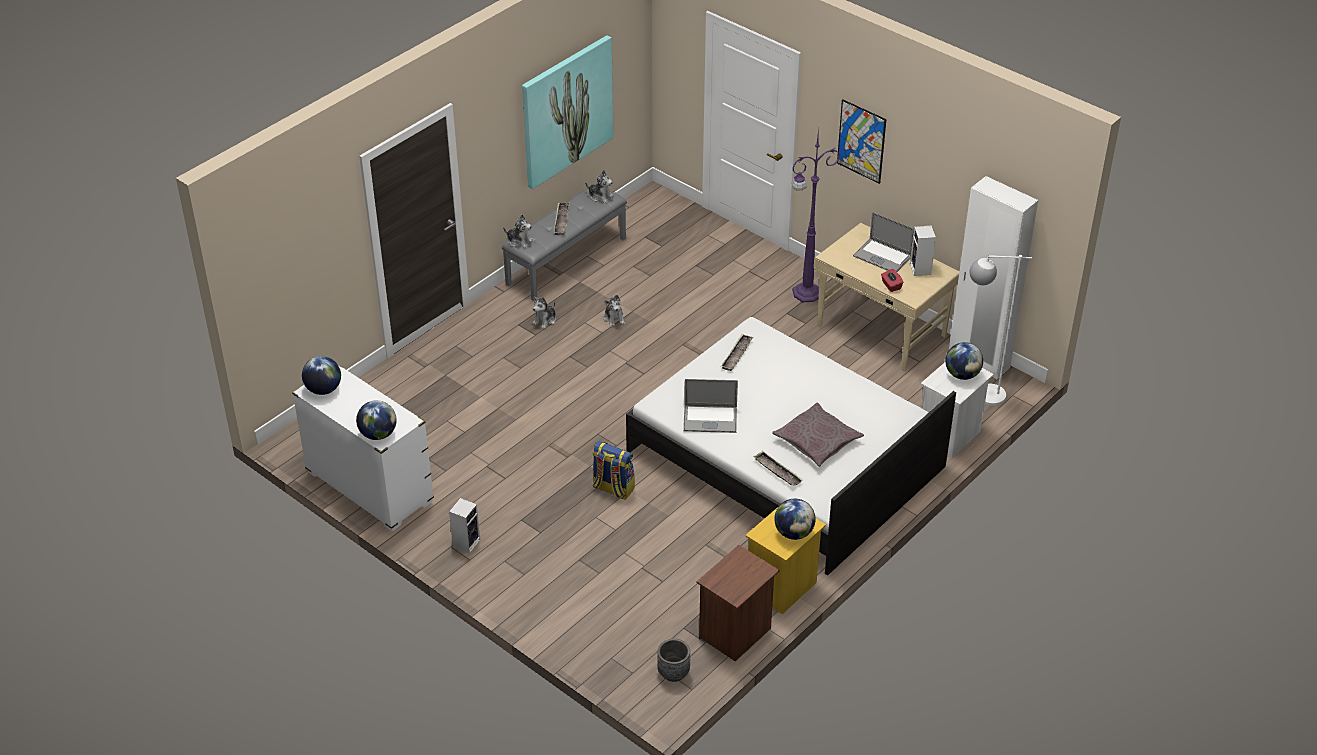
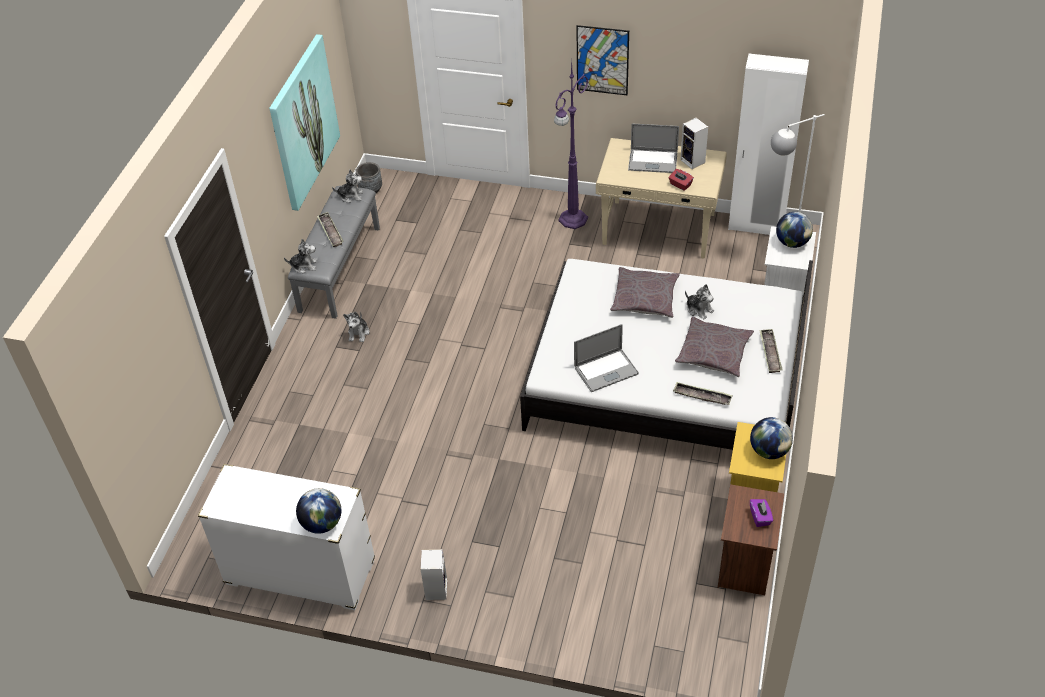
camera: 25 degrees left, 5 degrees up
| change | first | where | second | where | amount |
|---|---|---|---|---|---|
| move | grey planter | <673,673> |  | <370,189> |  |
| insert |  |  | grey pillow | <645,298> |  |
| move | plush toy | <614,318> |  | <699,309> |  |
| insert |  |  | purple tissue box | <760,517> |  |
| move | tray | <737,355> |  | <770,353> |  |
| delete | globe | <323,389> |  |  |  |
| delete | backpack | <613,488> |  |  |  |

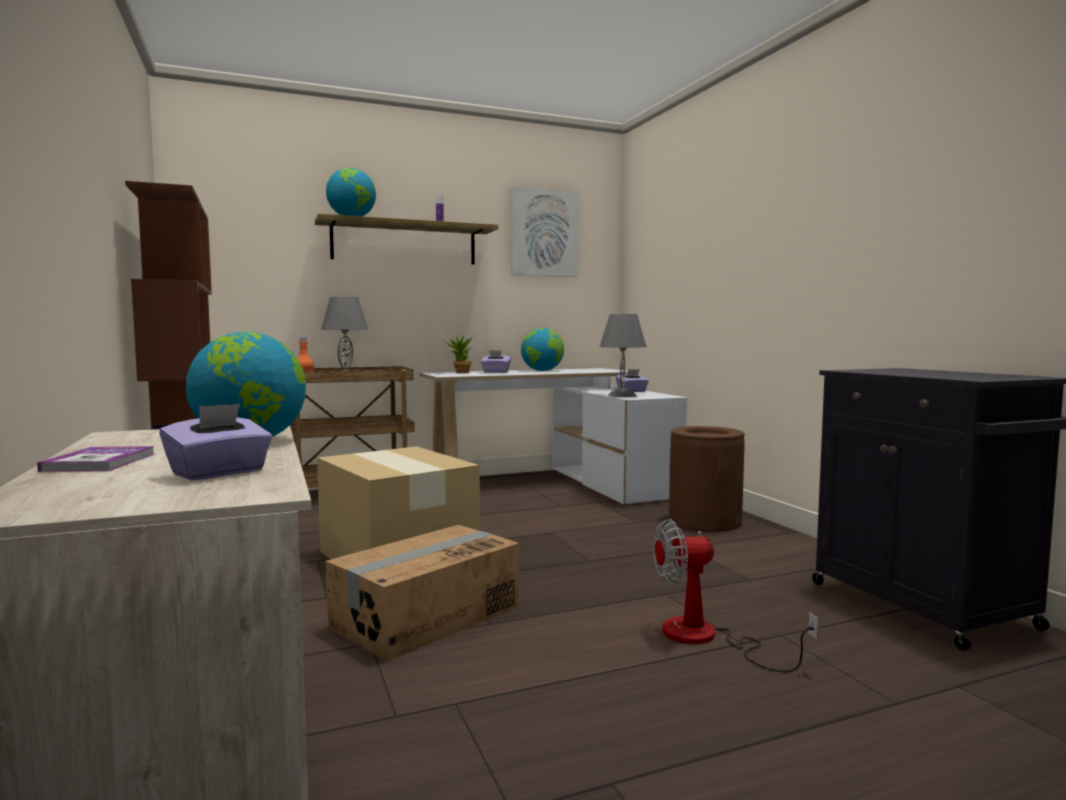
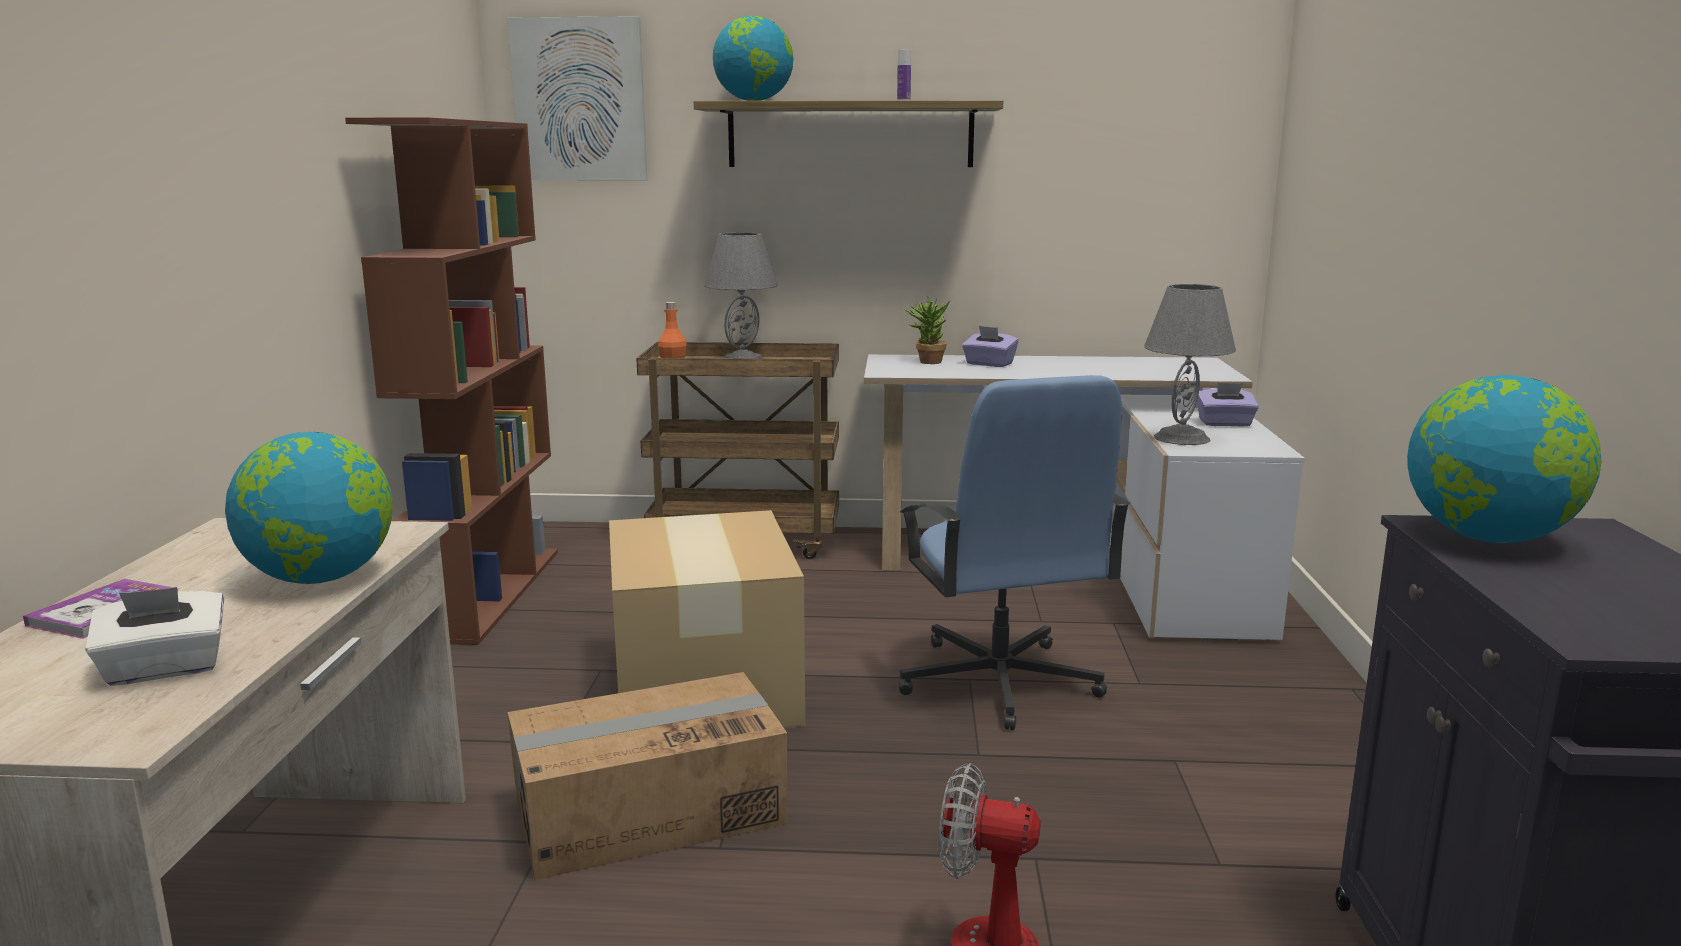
camera: 25 degrees right, 10 degrees up
| change | first | where | second | where | amount |
|---|---|---|---|---|---|
| recolor | purple tissue box | <219,473> | white tissue box | <165,669> |  |
| move | picture | <544,233> |  | <580,100> |  |
| insert |  |  | blue office chair | <998,683> |  |
| move | globe | <542,371> |  | <1488,538> |  |
| delete | brown trash can | <704,521> |  |  |  |

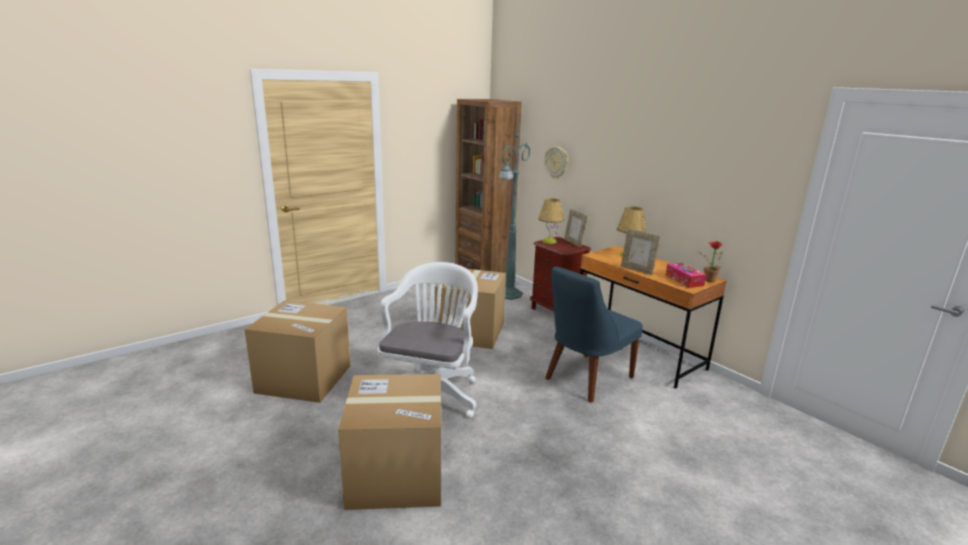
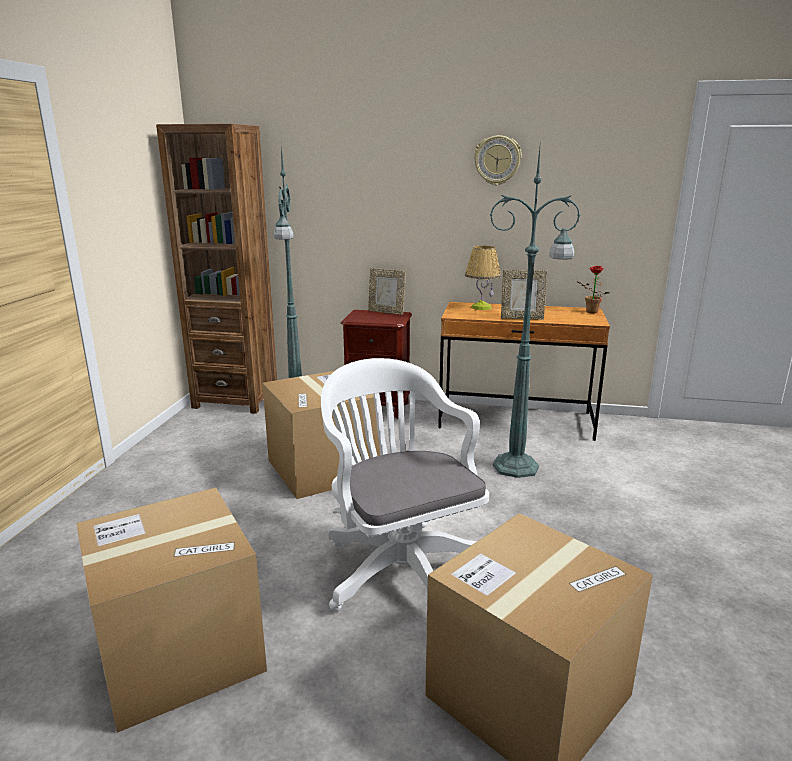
camera: 40 degrees left, 0 degrees up
| change | first | where | second | where | amount |
|---|---|---|---|---|---|
| move | wall clock | <556,162> |  | <497,160> |  |
| replace | blue chair | <586,379> | green floor lamp | <518,466> |  |
| delete | table lamp | <549,241> |  |  |  |
| delete | tissue box | <684,280> |  |  |  |

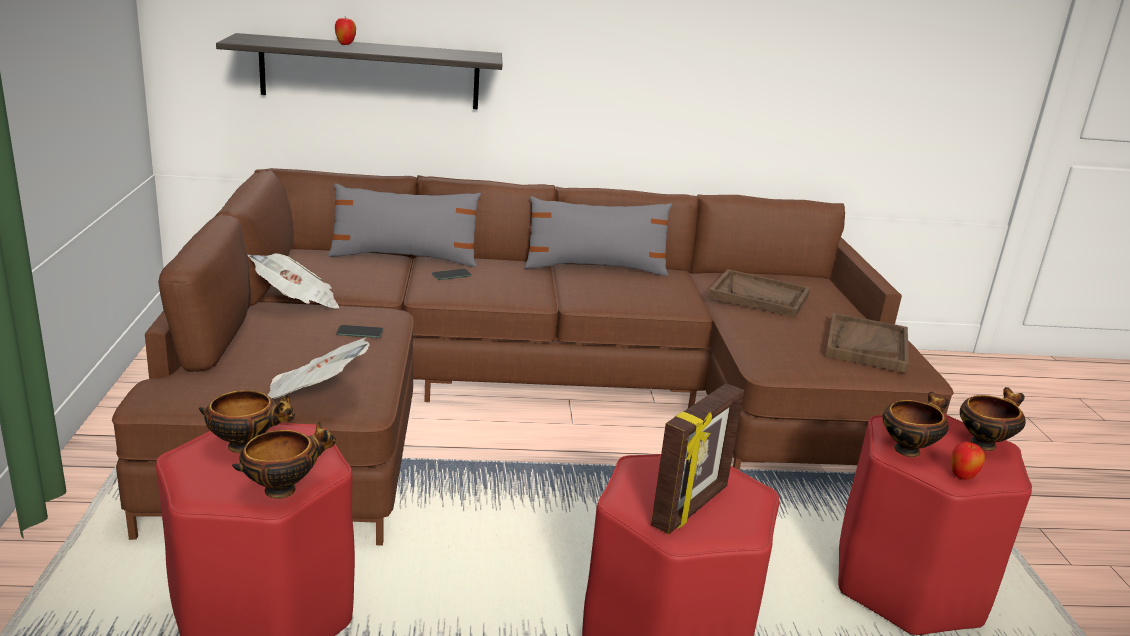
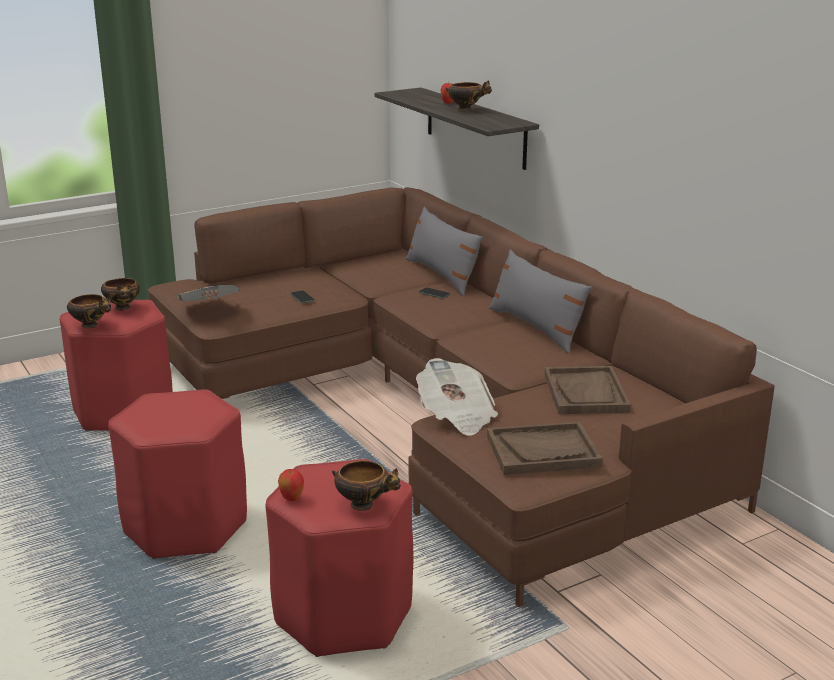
camera: 65 degrees right, 0 degrees up
| change | first | where | second | where | amount |
|---|---|---|---|---|---|
| move | newspaper | <297,302> |  | <456,416> |  |
| move | bowl | <908,449> |  | <466,110> |  |
| delete | picture frame | <691,507> |  |  |  |

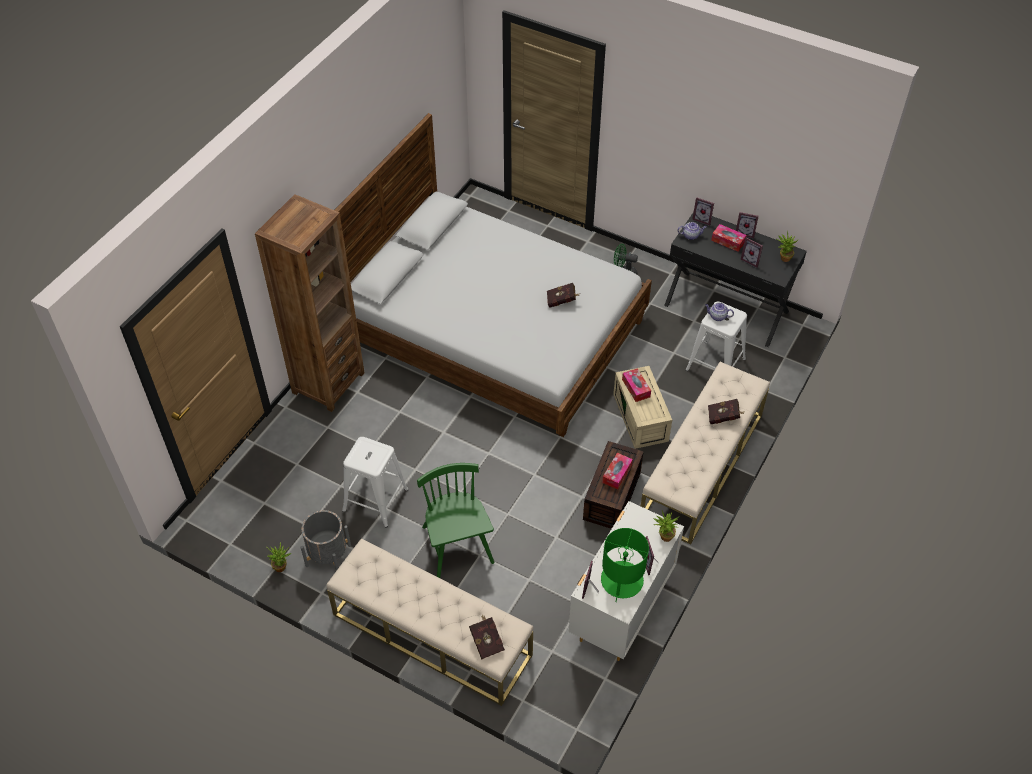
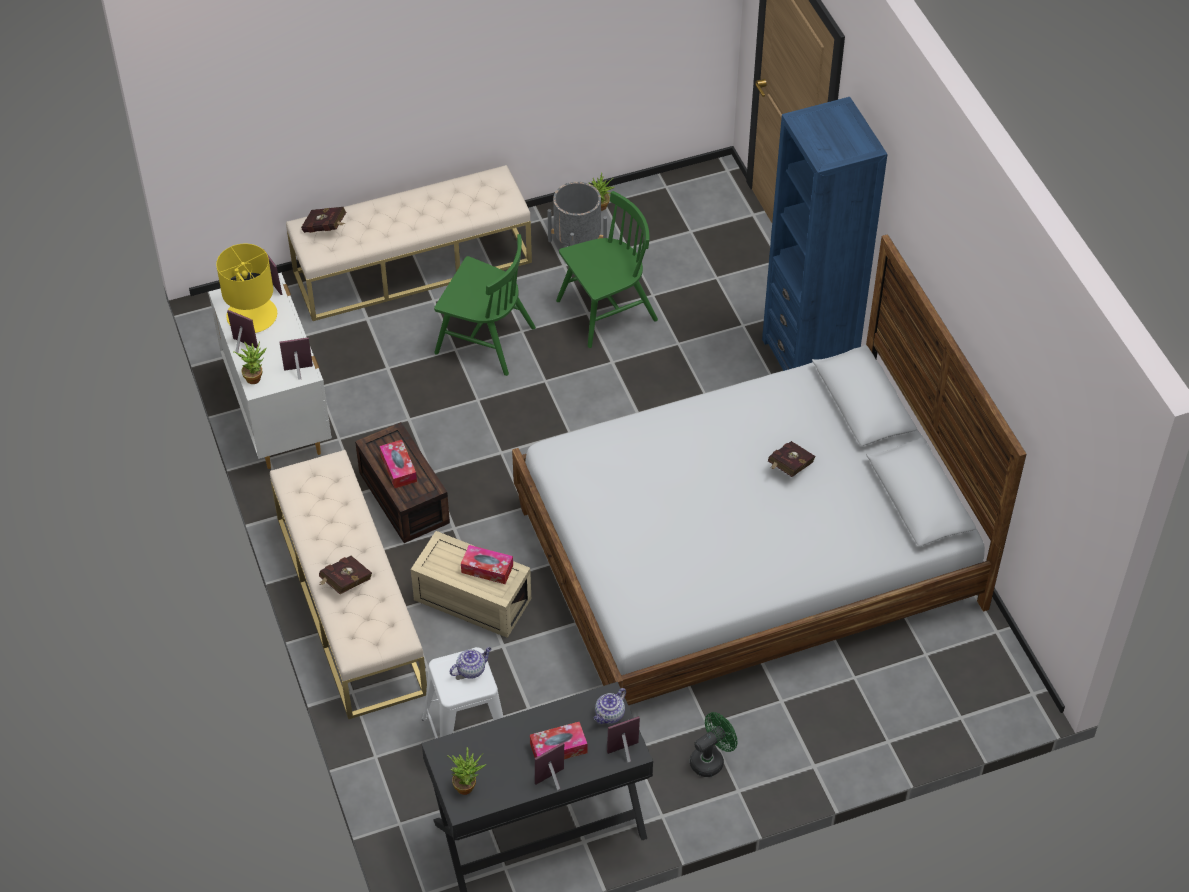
camera: 130 degrees right, 0 degrees up
| change | first | where | second | where | amount |
|---|---|---|---|---|---|
| recolor | green table lamp | <621,581> | yellow table lamp | <251,315> |  |
| move | picture frame | <751,260> |  | <299,373> |  |
| replace | white stool | <375,499> | green chair | <606,311> |  |
| recolor | brown bookcase | <328,382> | blue bookcase | <809,358> |  |
| move | red book | <562,301> |  | <788,467> |  |

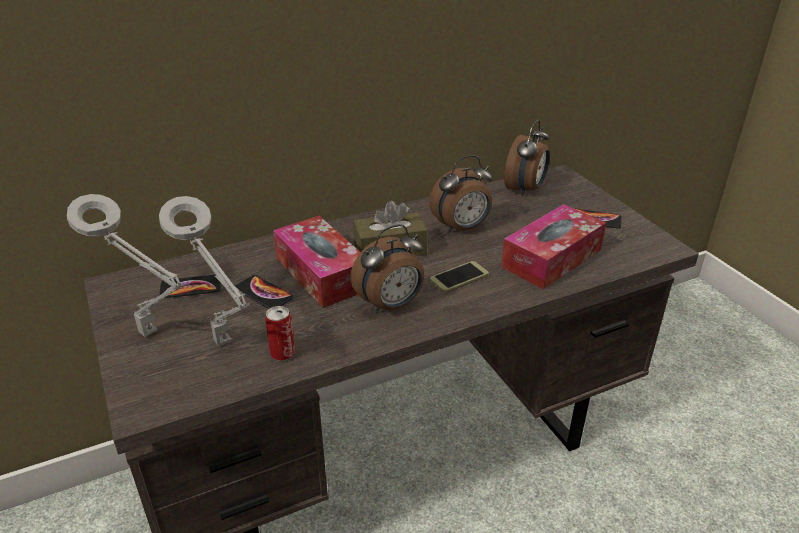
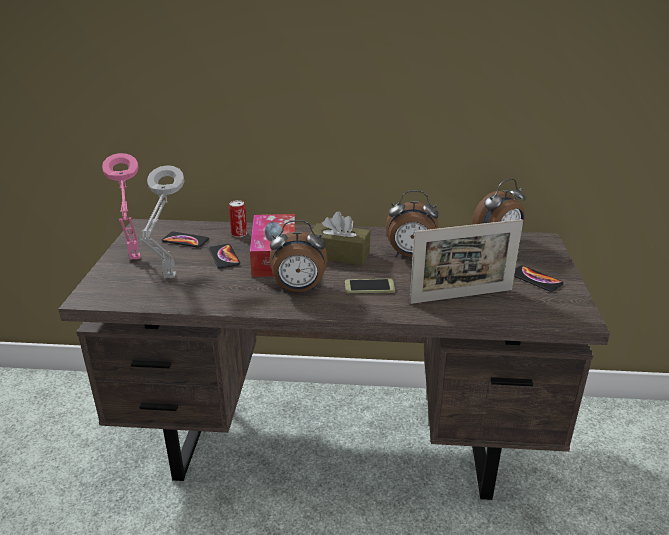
camera: 30 degrees right, 5 degrees down
| change | first | where | second | where | amount |
|---|---|---|---|---|---|
| recolor | grey table lamp | <151,335> | pink table lamp | <135,260> |  |
| move | can | <282,353> |  | <239,234> |  |
| replace | tissue box | <551,258> | picture frame | <461,296> |  |

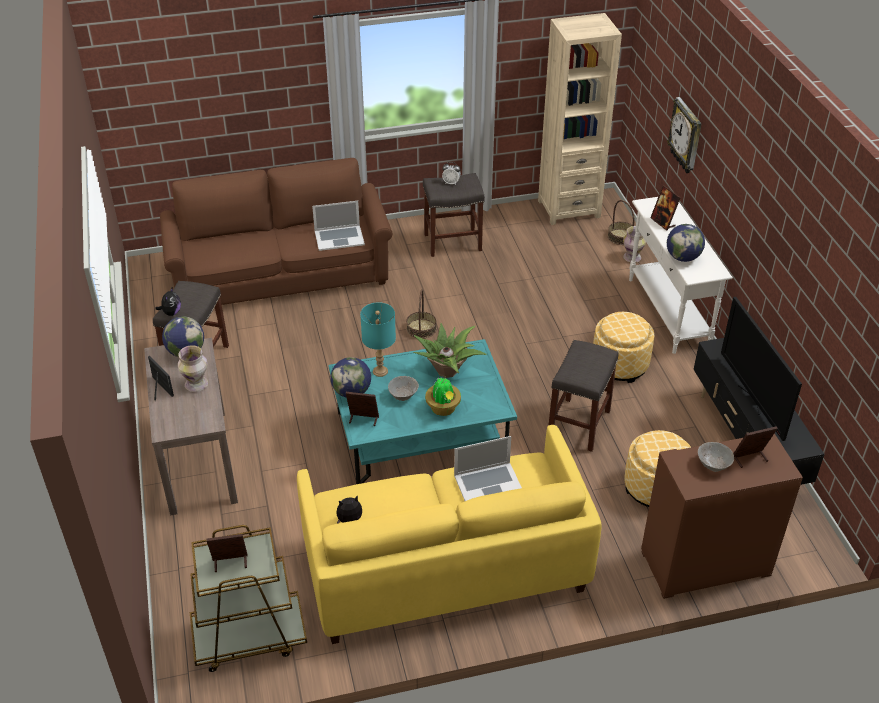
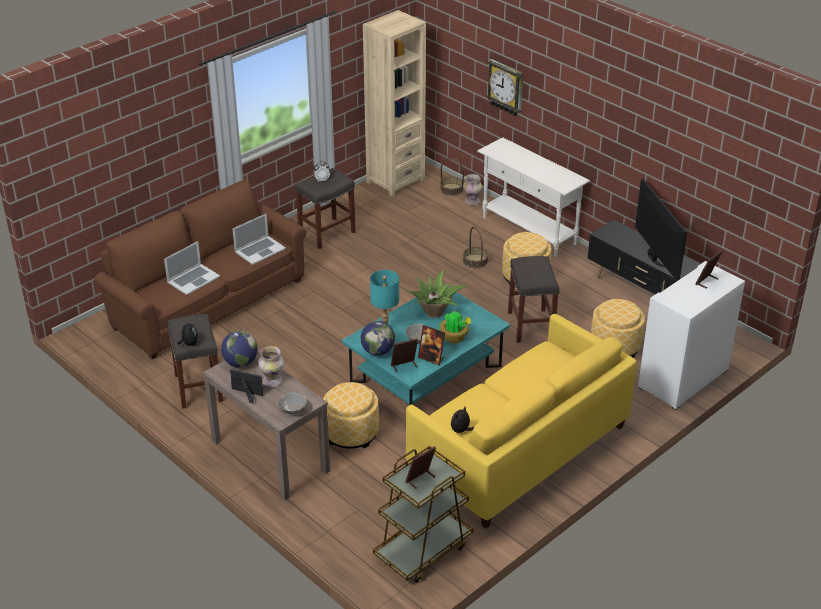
camera: 30 degrees left, 5 degrees down
| change | first | where | second | where | amount |
|---|---|---|---|---|---|
| move | laptop | <488,484> |  | <193,279> |  |
| move | grey bowl | <713,465> |  | <292,411> |  |
| insert |  |  | ottoman | <351,433> |  |
| move | picture frame | <663,222> |  | <431,358> |  |
| move | basket | <421,329> |  | <475,261> |  |
| rotate | television | <752,399> |  | <654,258> | 150 degrees counterclockwise |
| recolor | brown cabinet | <705,564> | white cabinet | <683,379> |  |
| delete | globe | <683,257> |  |  |  |

